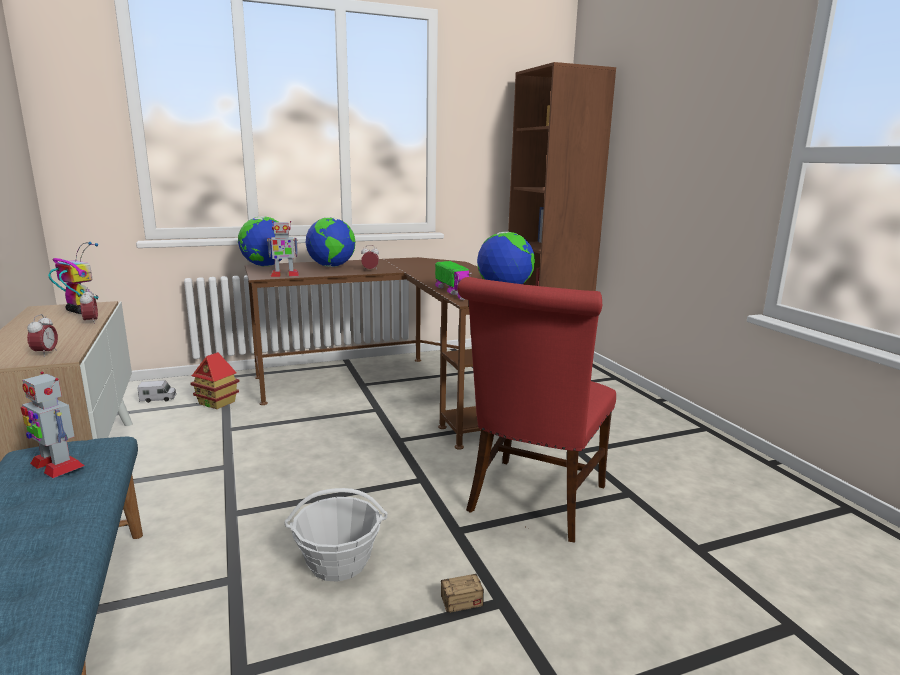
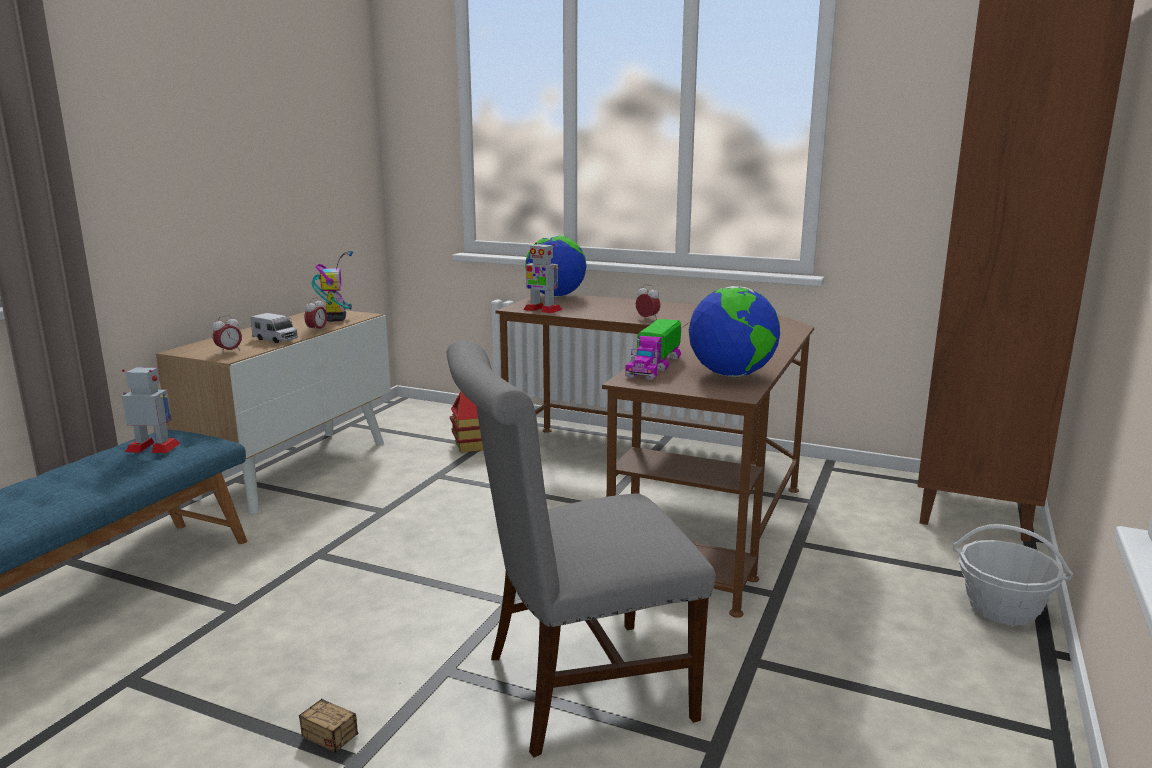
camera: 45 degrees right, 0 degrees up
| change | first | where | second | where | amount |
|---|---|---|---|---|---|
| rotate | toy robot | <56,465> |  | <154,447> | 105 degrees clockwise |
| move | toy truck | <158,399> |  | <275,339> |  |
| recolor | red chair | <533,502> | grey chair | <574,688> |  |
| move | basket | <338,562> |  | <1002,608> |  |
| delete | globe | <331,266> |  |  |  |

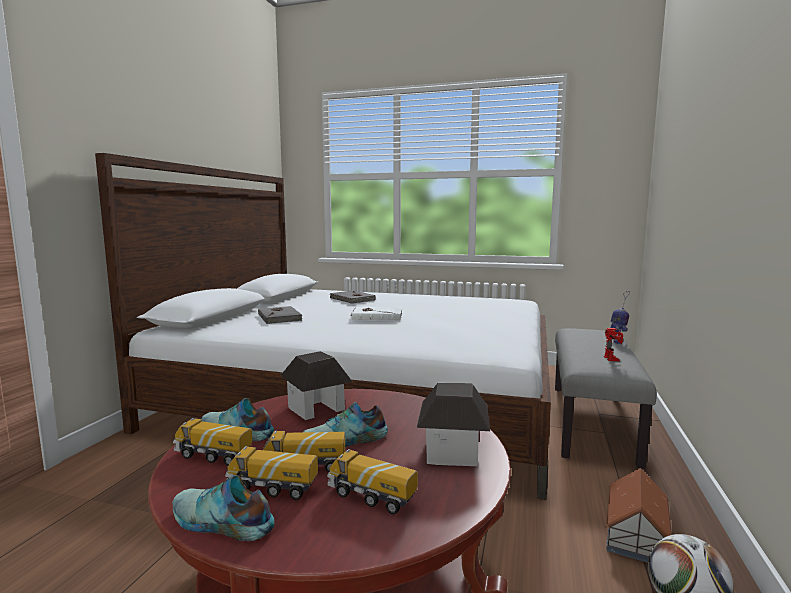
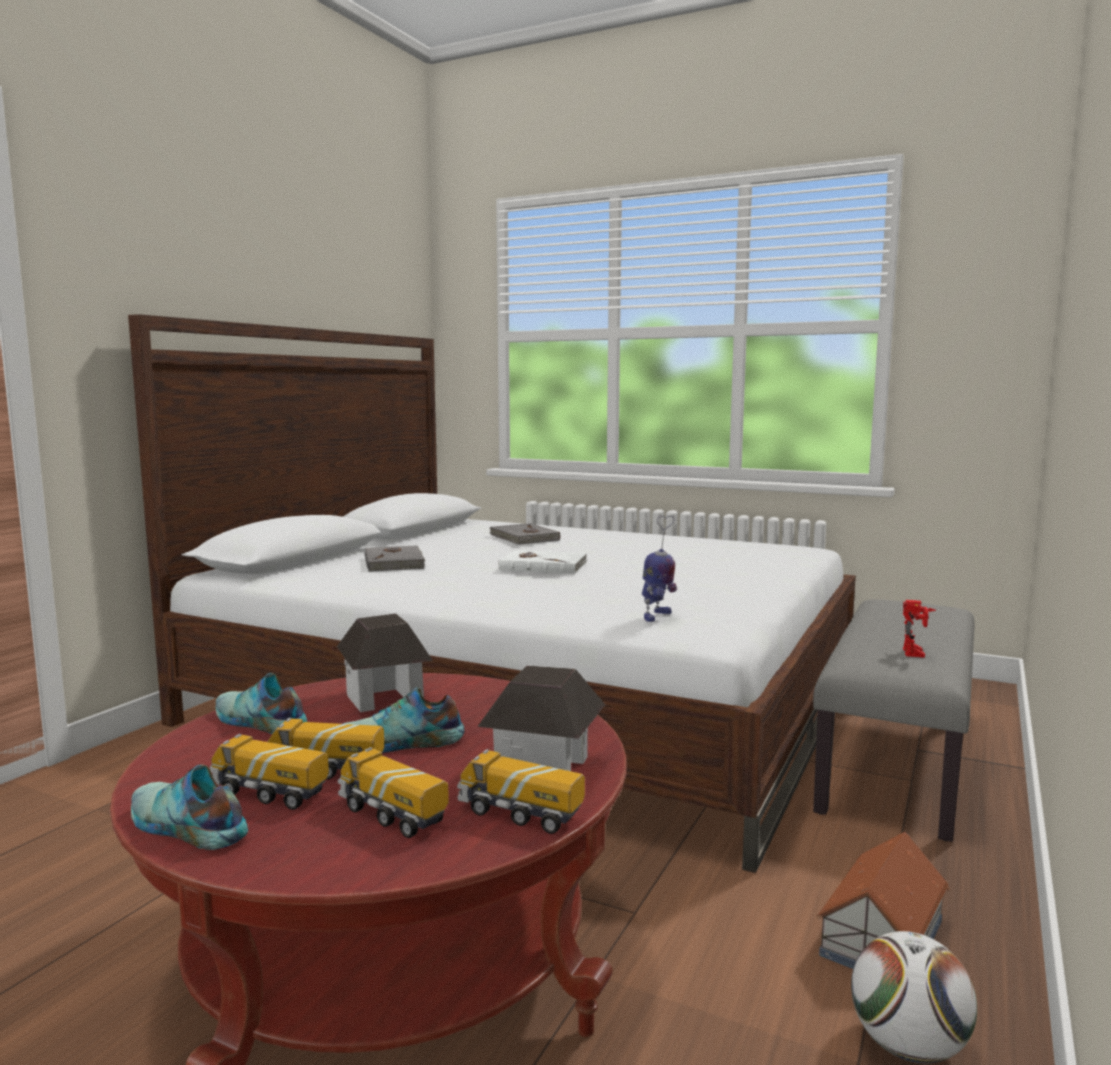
camera: 10 degrees right, 0 degrees up
| change | first | where | second | where | amount |
|---|---|---|---|---|---|
| move | toy truck | <213,456> |  | <519,814> |  |
| move | toy robot | <617,341> |  | <656,616> |  |

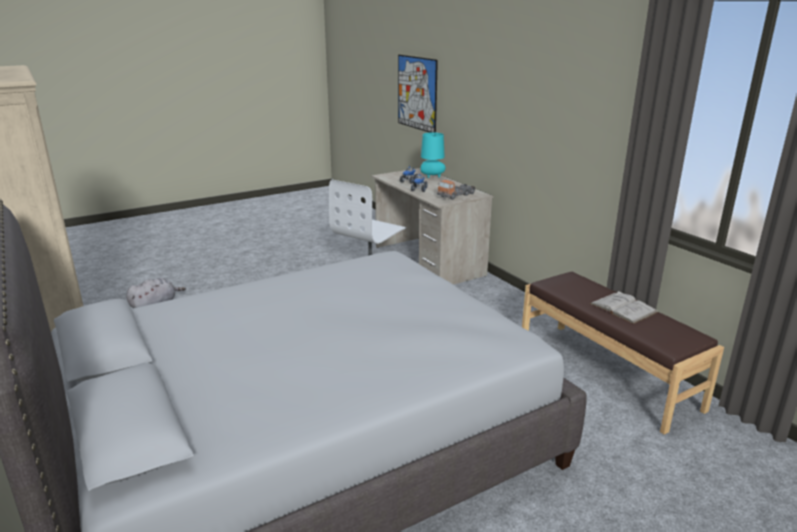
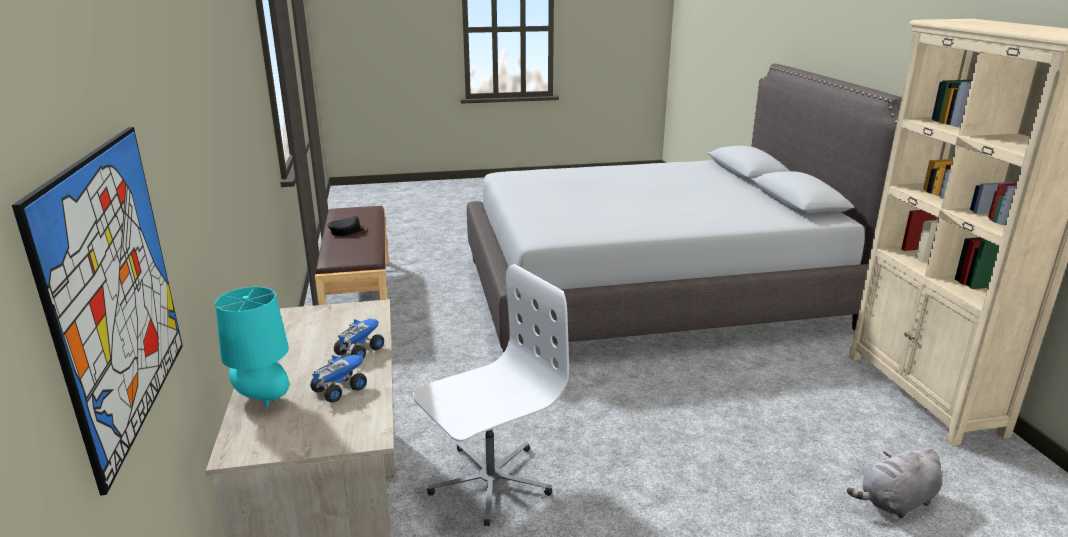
camera: 160 degrees left, 0 degrees up
| change | first | where | second | where | amount |
|---|---|---|---|---|---|
| replace | white book | <623,308> | black cap | <348,231> |  |
| delete | toy truck | <456,195> |  |  |  |

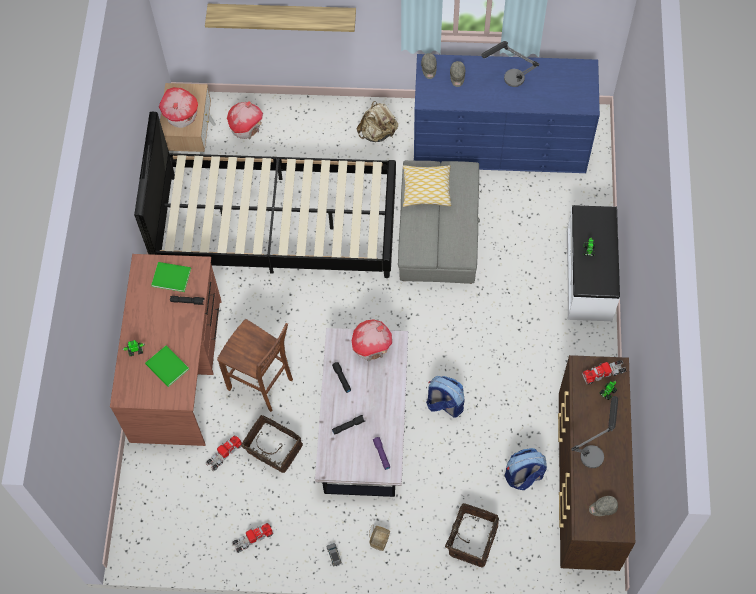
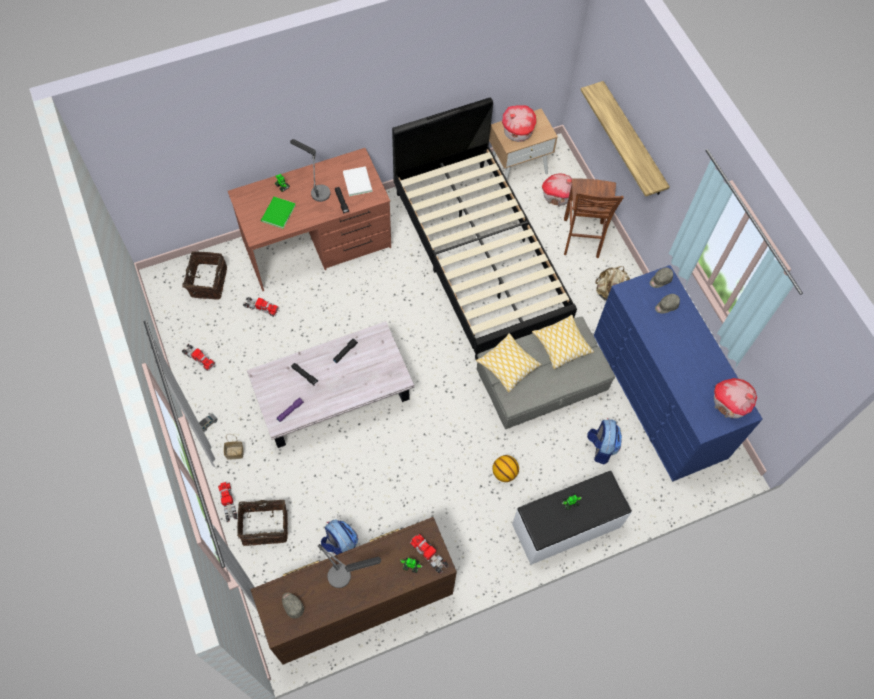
camera: 60 degrees right, 0 degrees up
| change | first | where | second | where | amount |
|---|---|---|---|---|---|
| move | basket | <273,450> |  | <207,282> |  |
| insert |  |  | toy truck | <228,502> |  |
| move | table lamp | <508,80> |  | <316,190> |  |
| recolor | green book | <170,276> | white book | <358,181> |  |
| insert |  |  | pillow | <508,366> |  |
| insert |  |  | basketball | <504,472> |  |
| move | brown stool | <262,384> |  | <581,239> |  |
| move | backpack | <444,404> |  | <601,447> |  |
| move | toy house | <372,347> |  | <729,404> |  |

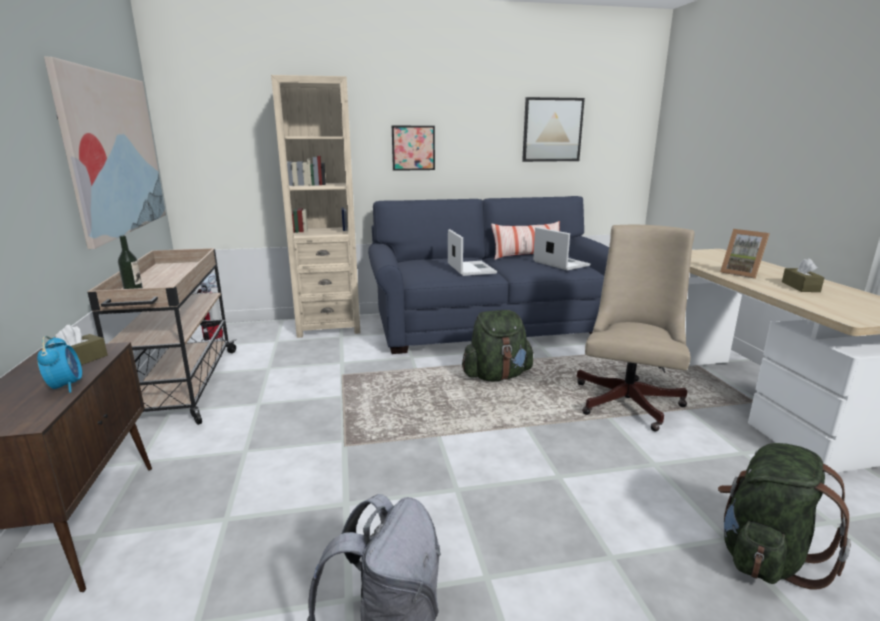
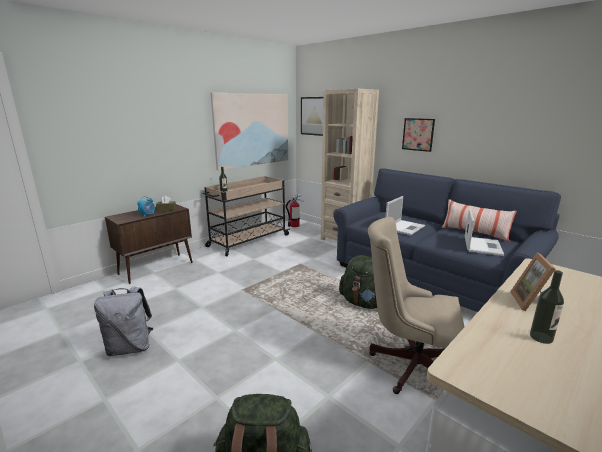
camera: 55 degrees right, 0 degrees up
| change | first | where | second | where | amount |
|---|---|---|---|---|---|
| move | picture | <552,130> |  | <315,116> |  |
| rotate | beige office chair | <629,399> |  | <409,364> | 150 degrees counterclockwise |
| replace | brown tissue box | <800,287> | bottle | <541,337> |  |

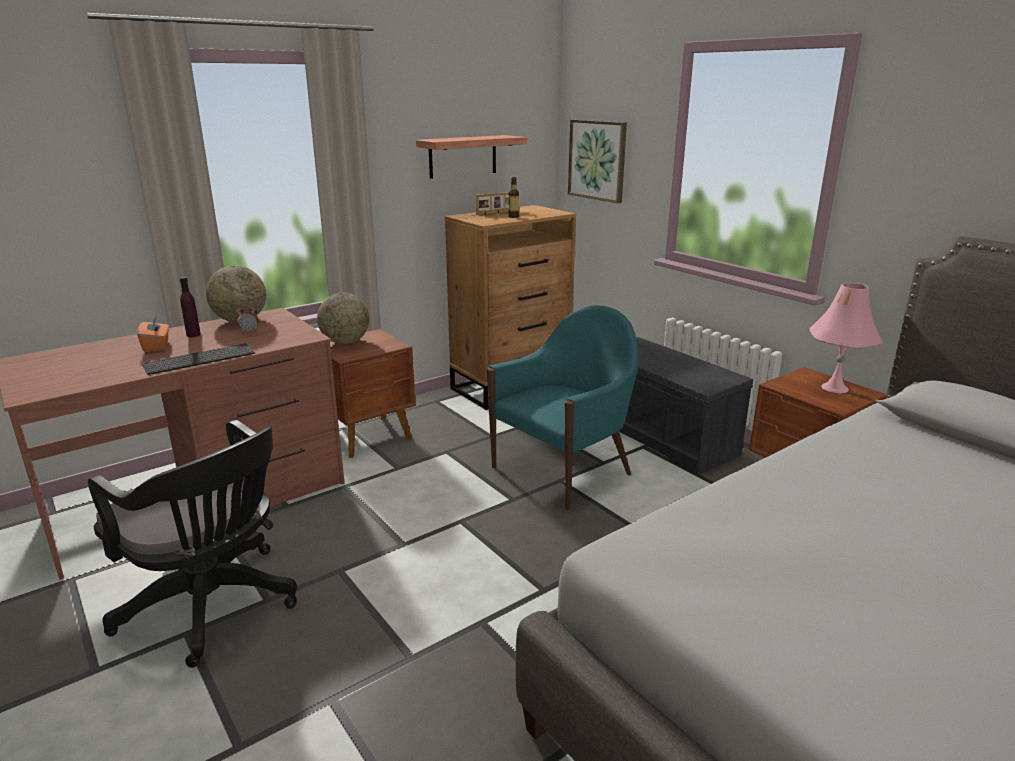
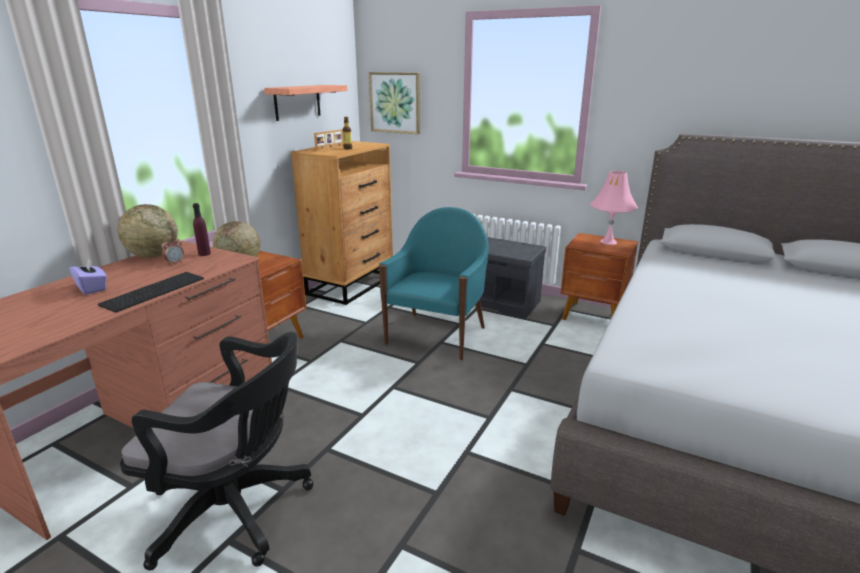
camera: 25 degrees left, 0 degrees up
| change | first | where | second | where | amount |
|---|---|---|---|---|---|
| recolor | orange tissue box | <157,346> | purple tissue box | <92,288> |  |
| move | purple bottle | <193,335> |  | <204,254> |  |

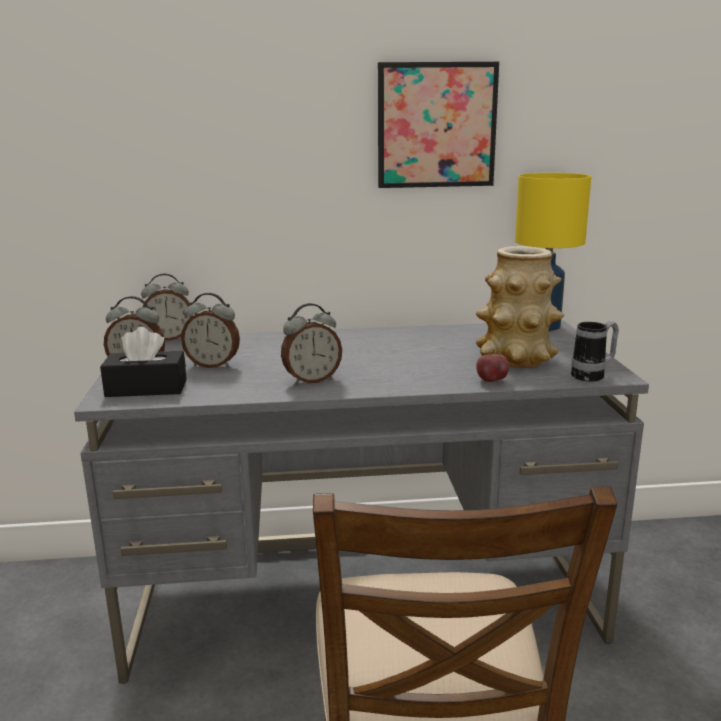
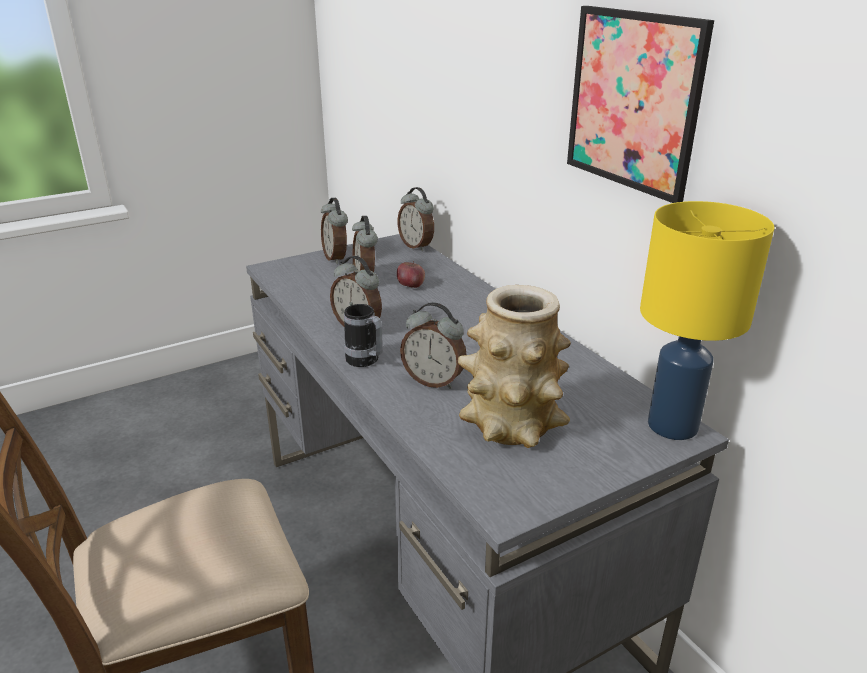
camera: 65 degrees right, 10 degrees up
| change | first | where | second | where | amount |
|---|---|---|---|---|---|
| move | mug | <593,375> |  | <366,362> |  |
| move | apple | <491,381> |  | <411,286> |  |
| insert |  |  | alarm clock | <434,381> |  |
| delete | black tissue box | <146,388> |  |  |  |

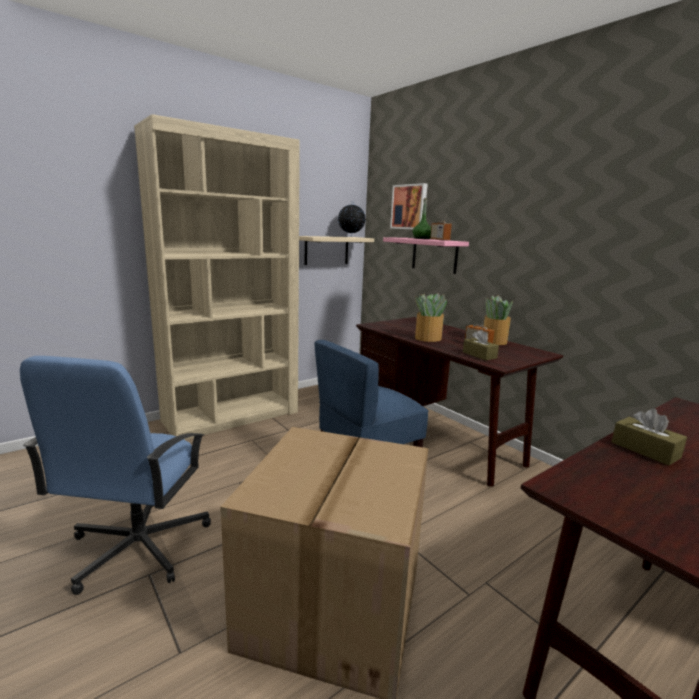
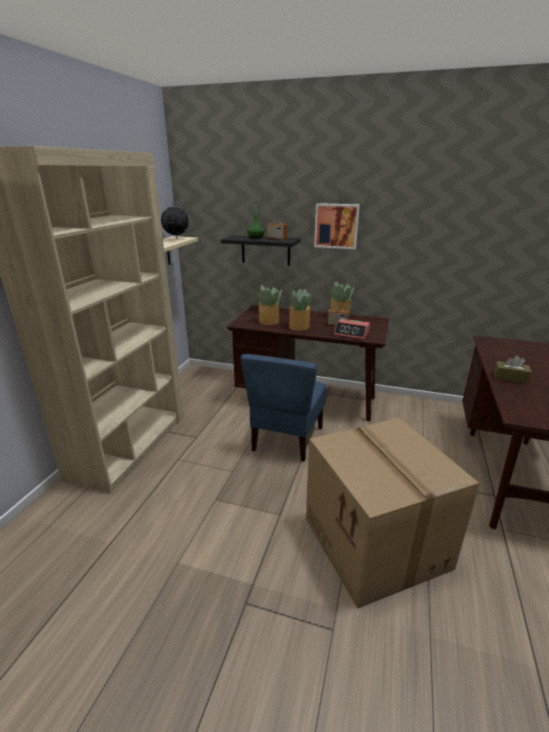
camera: 35 degrees left, 10 degrees up
| change | first | where | second | where | amount |
|---|---|---|---|---|---|
| recolor | pink shelf | <434,255> | black shelf | <265,250> |  |
| insert |  |  | potted plant | <269,321> |  |
| move | picture | <409,207> |  | <336,226> |  |
| replace | brown tissue box | <479,355> | alarm clock | <351,333> |  |
| delete | blue office chair | <137,547> |  |  |  |

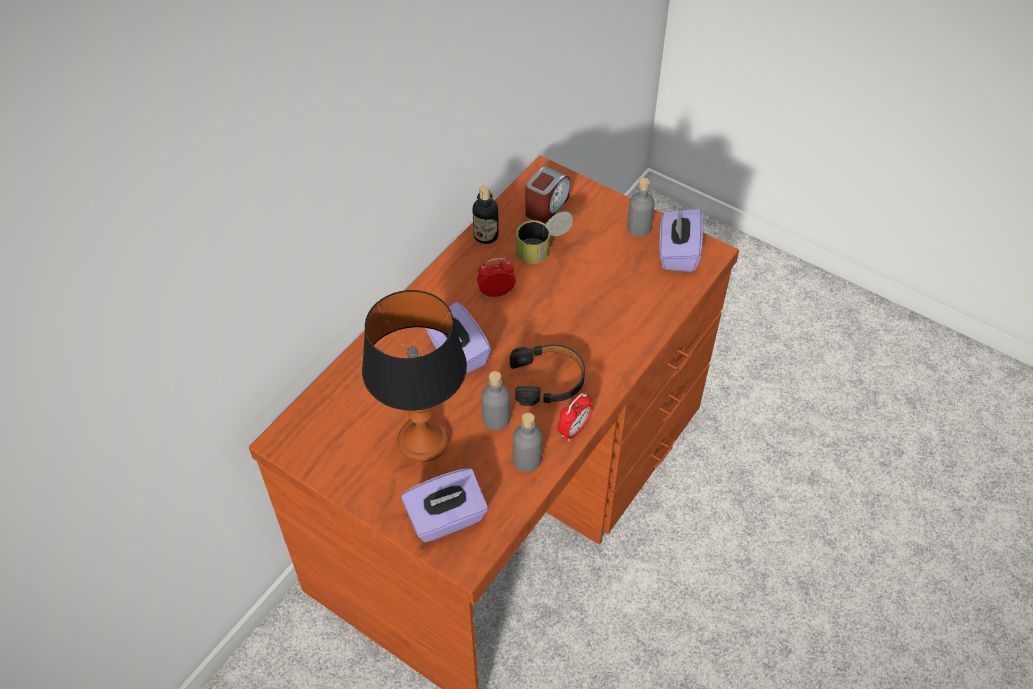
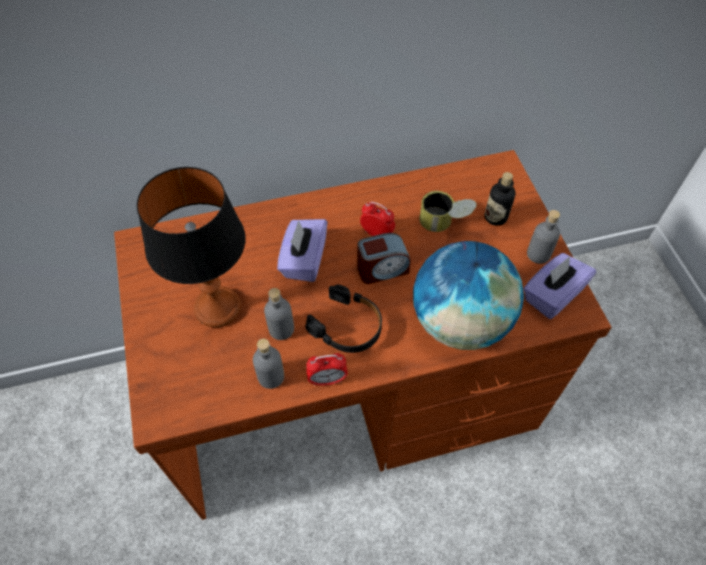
camera: 40 degrees right, 5 degrees up
| change | first | where | second | where | amount |
|---|---|---|---|---|---|
| move | alarm clock | <546,207> |  | <382,269> |  |
| insert |  |  | globe | <459,322> |  |
| move | bottle | <486,236> |  | <495,217> |  |
| delete | purple tissue box | <446,519> |  |  |  |

